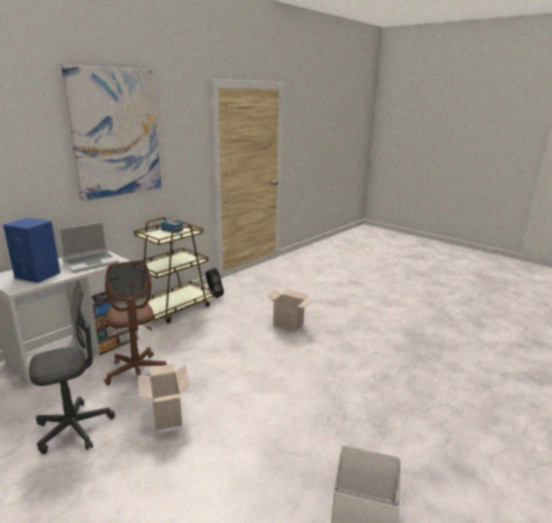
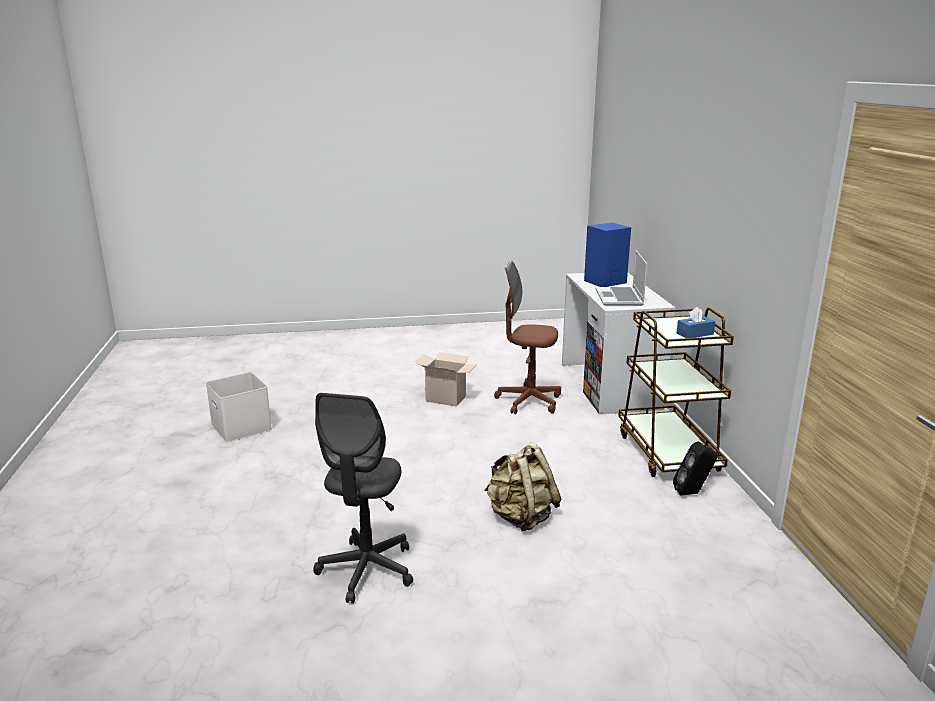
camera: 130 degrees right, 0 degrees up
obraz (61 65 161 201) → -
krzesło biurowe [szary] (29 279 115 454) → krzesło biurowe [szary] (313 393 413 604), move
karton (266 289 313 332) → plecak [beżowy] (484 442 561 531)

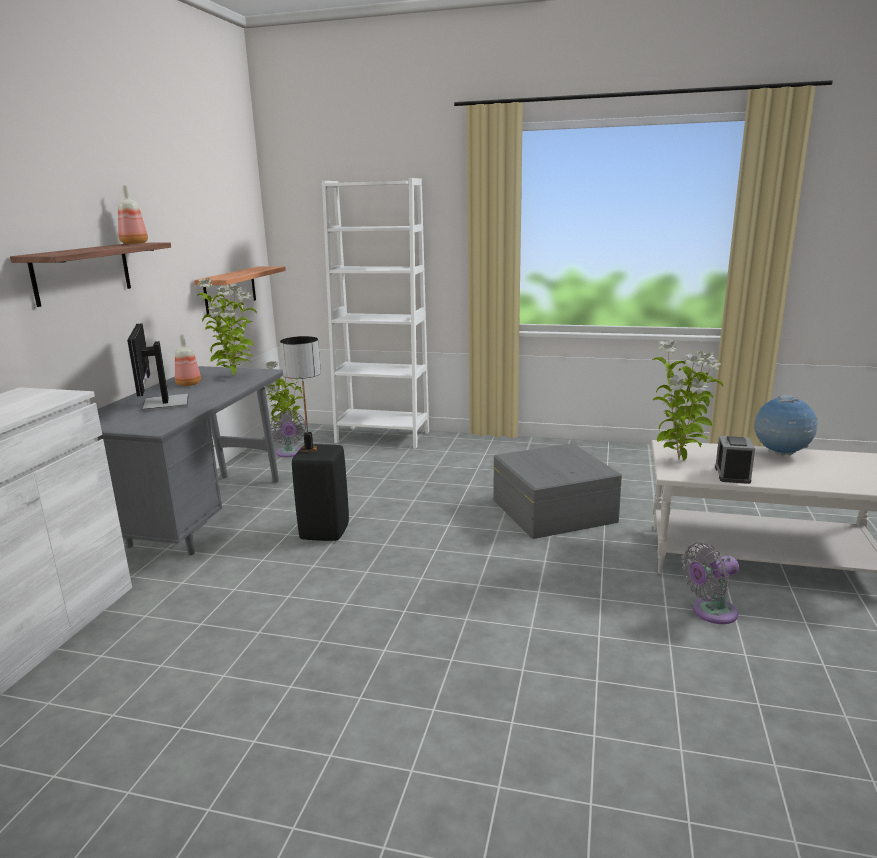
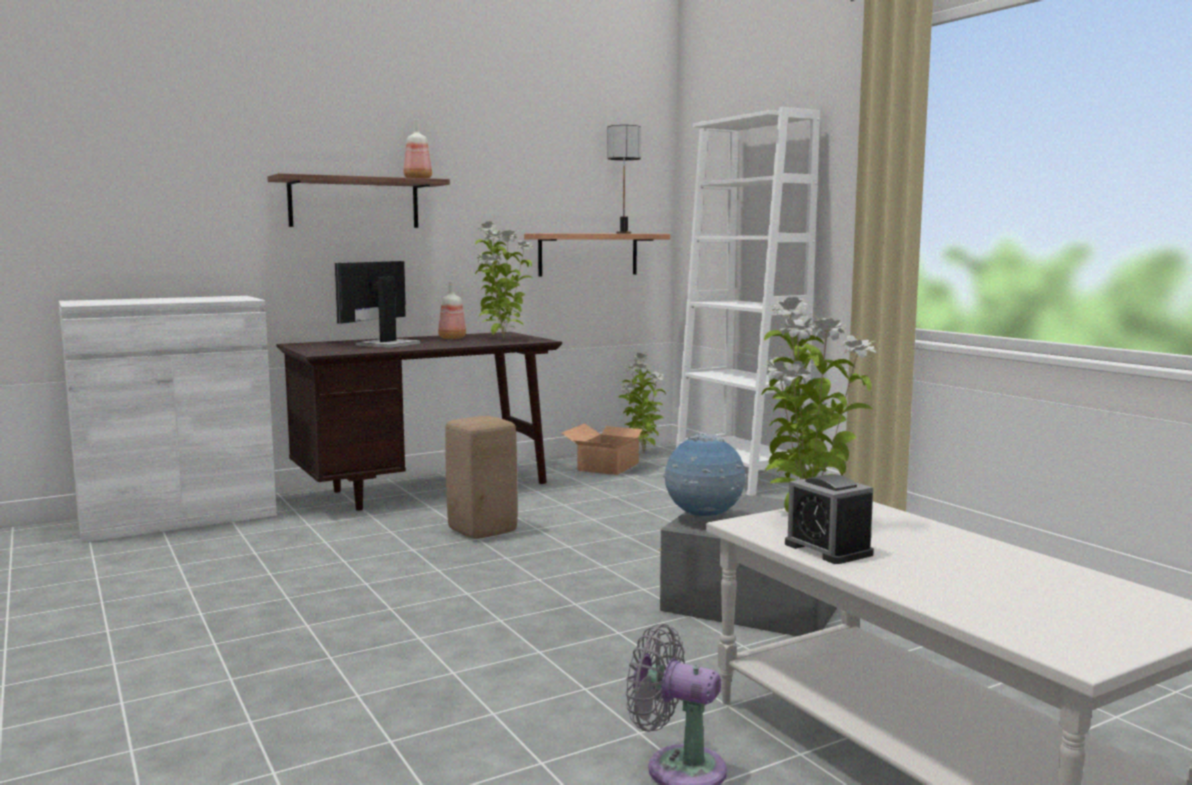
camera: 45 degrees right, 10 degrees down
lampa stołowa (280 336 321 453) → lampa stołowa (608 125 641 234), move
globus (754 395 818 456) → globus (663 433 746 522), move
wentylator [szary] (271 410 306 457) → karton (561 423 653 475)
biurko [szary] (97 366 283 555) → biurko [brązowy] (276 332 562 511)
stołek [czarny] (292 444 349 541) → stołek [beżowy] (445 416 517 539)
budzik (715 436 755 484) → budzik (785 474 874 564), 90 degrees counterclockwise

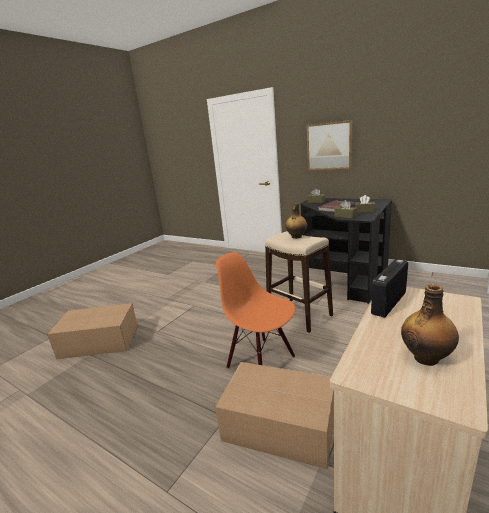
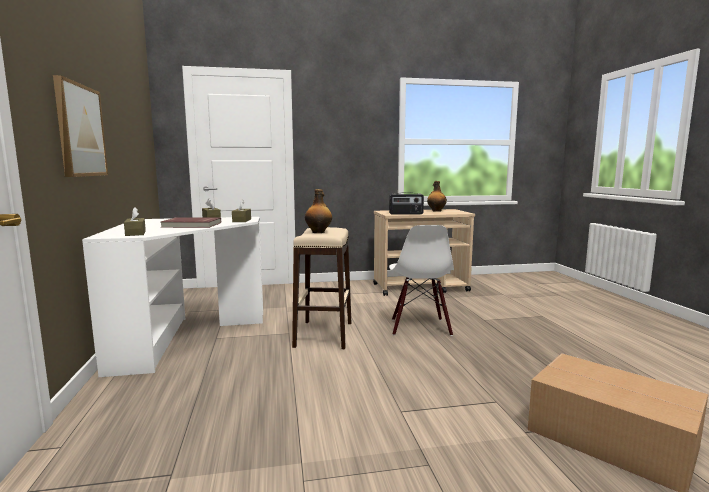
camera: 135 degrees left, 10 degrees down
karton (215 362 334 469) → -
krzesło [pomarańczowy] (216 252 296 369) → krzesło [biały] (389 225 454 336)
biurko [czarny] (300 198 392 304) → biurko [biały] (82 217 263 377)

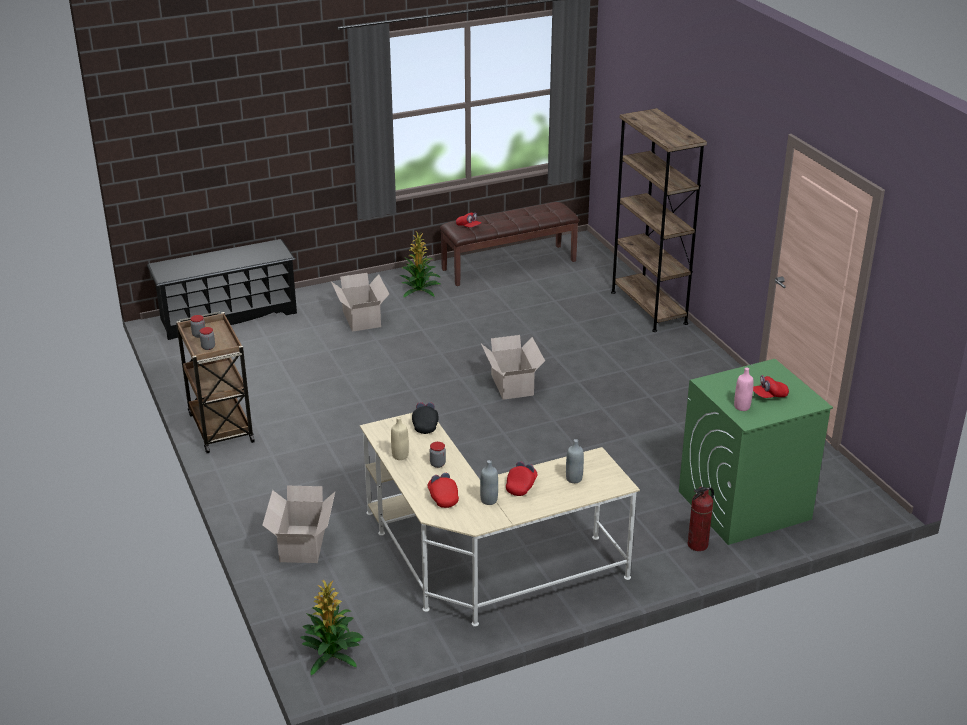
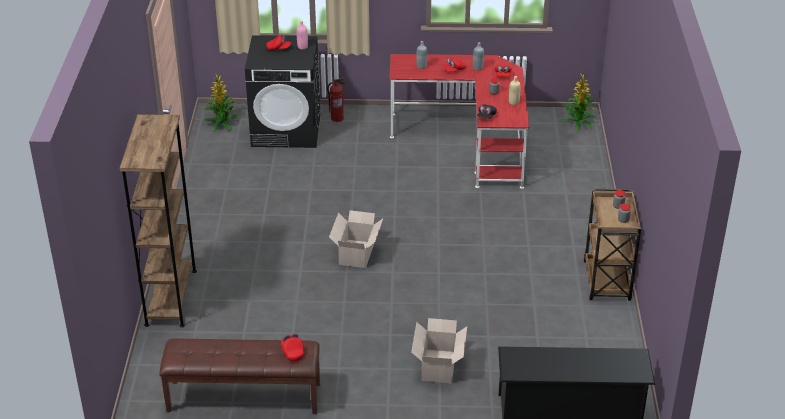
camera: 155 degrees left, 5 degrees up
karton (262 486 335 563) → -
roślina doniczkowa (400 232 441 298) → roślina doniczkowa (203 73 241 131), move
biurko [beżowy] (360 413 640 627) → biurko [czerwony] (389 54 529 189)
pralka [zielony] (679 359 833 545) → pralka [czarny] (245 35 320 148)

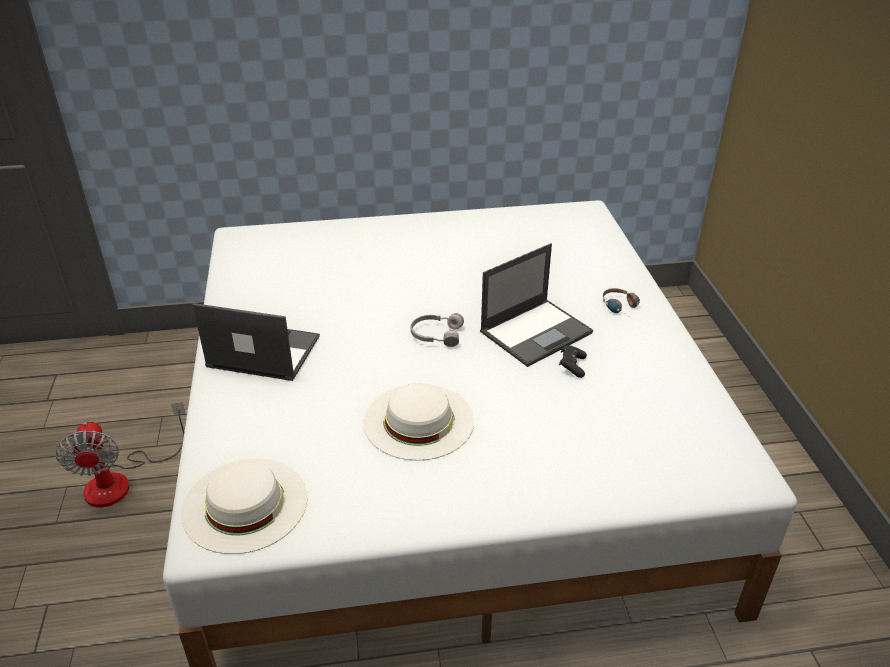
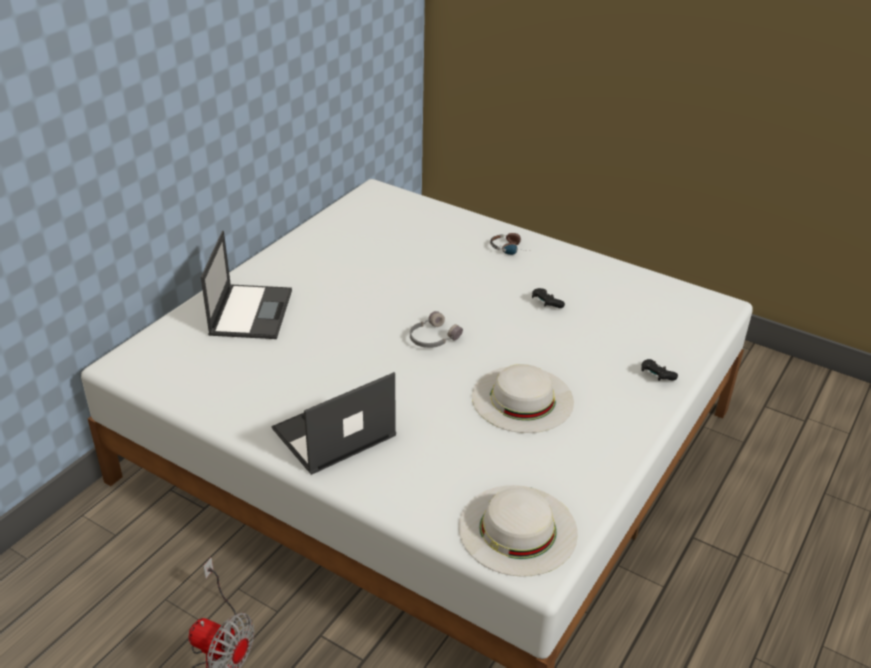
camera: 50 degrees left, 0 degrees up
- → pad do gier [czarny] (641 359 678 381)
laptop (480 243 593 367) → laptop (201 231 292 339), move

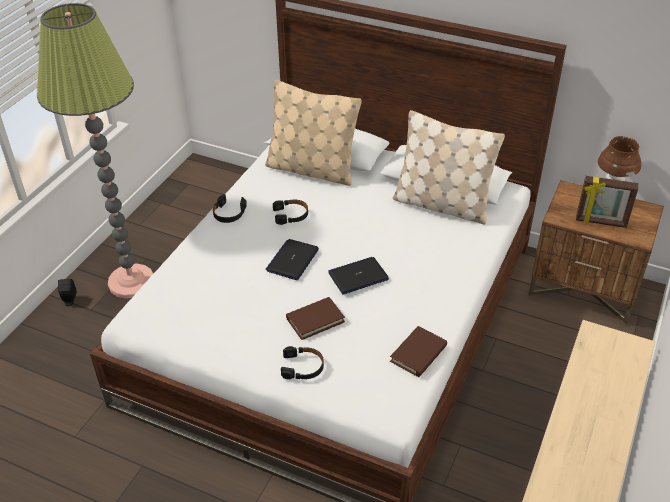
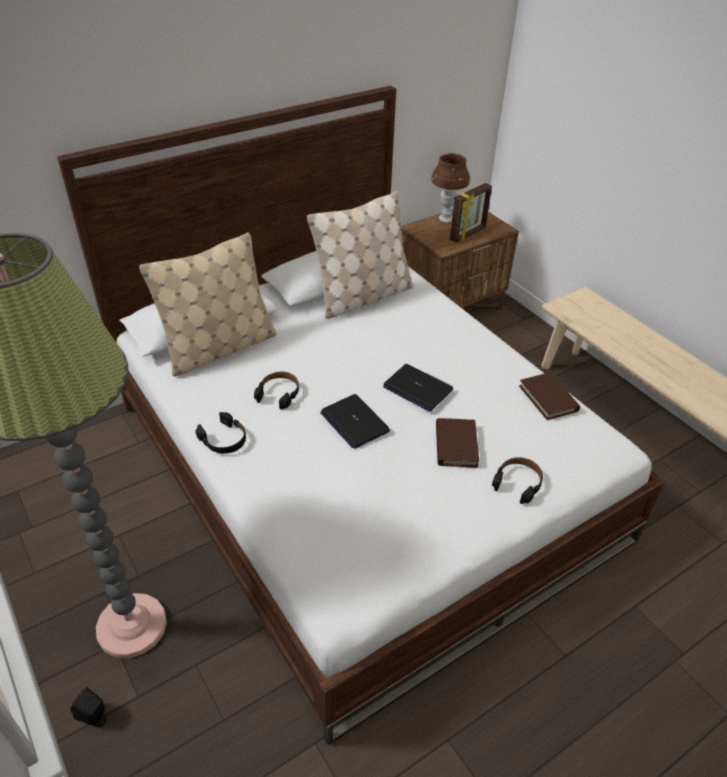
camera: 60 degrees left, 0 degrees up
laptop (328 257 389 295) → laptop (383 364 453 411), 60 degrees counterclockwise

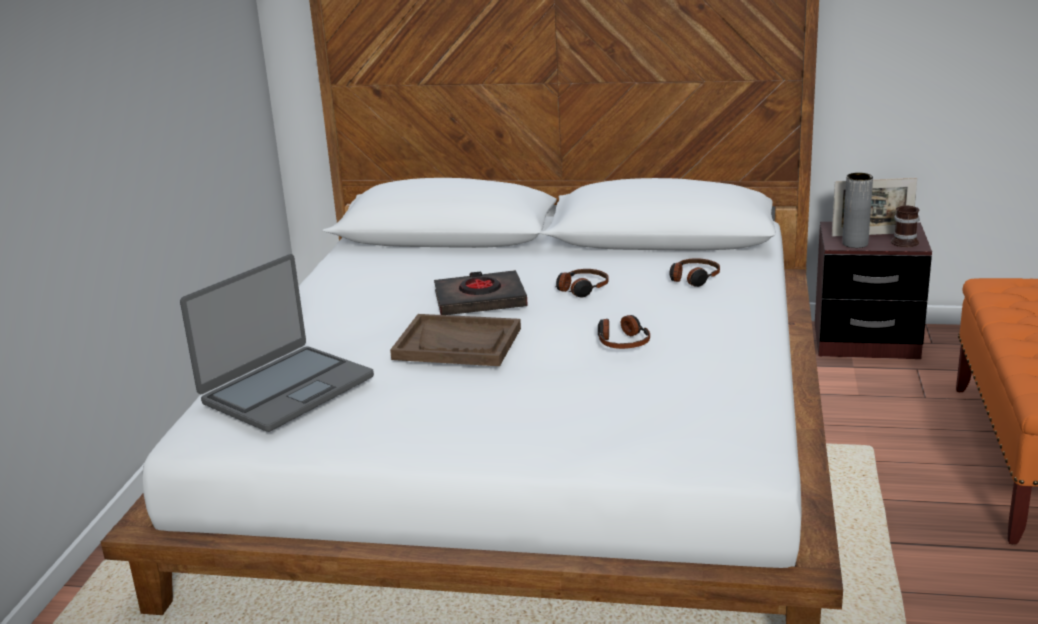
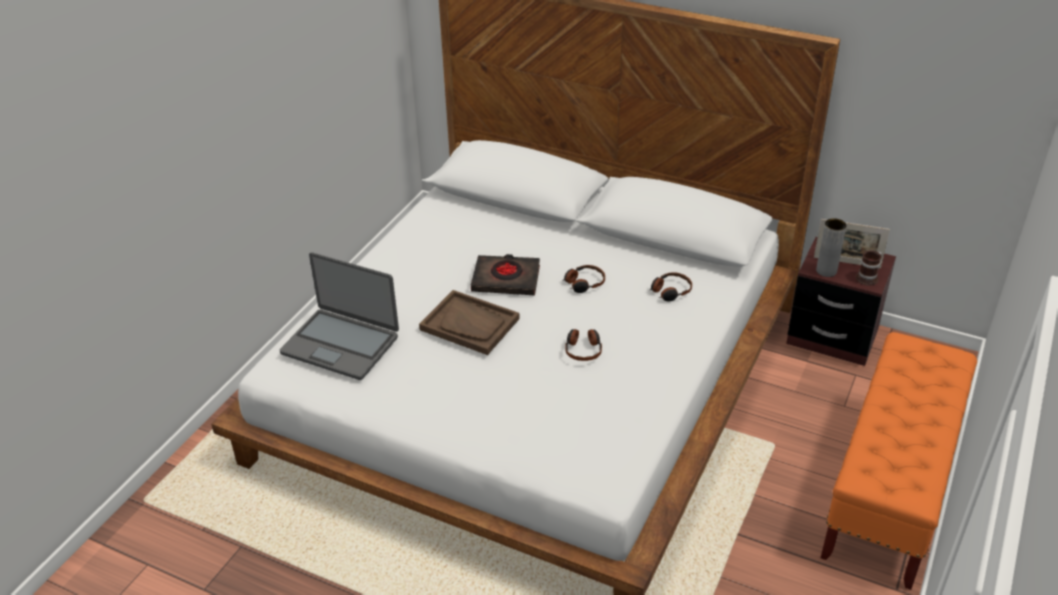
camera: 15 degrees right, 15 degrees up
laptop (180 254 374 432) → laptop (280 252 399 380), 60 degrees clockwise

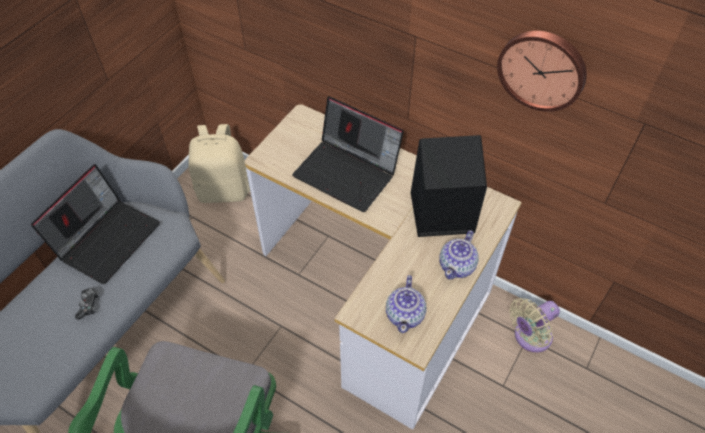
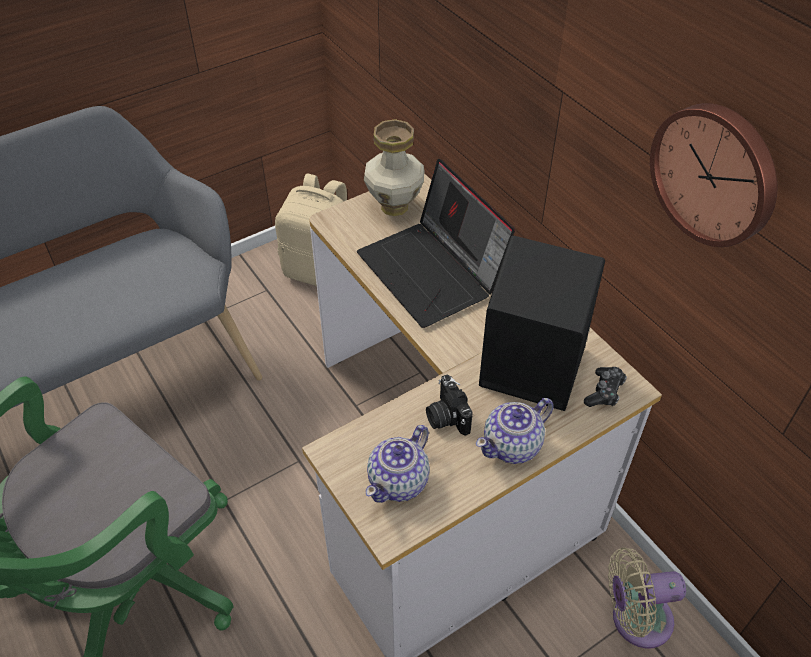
camera: 25 degrees right, 5 degrees down
laptop (31 164 160 284) → -
- → wazon (364 119 425 216)
- → aparat fotograficzny (426 375 473 436)
pad do gier (75 288 99 320) → pad do gier (584 367 627 407), move

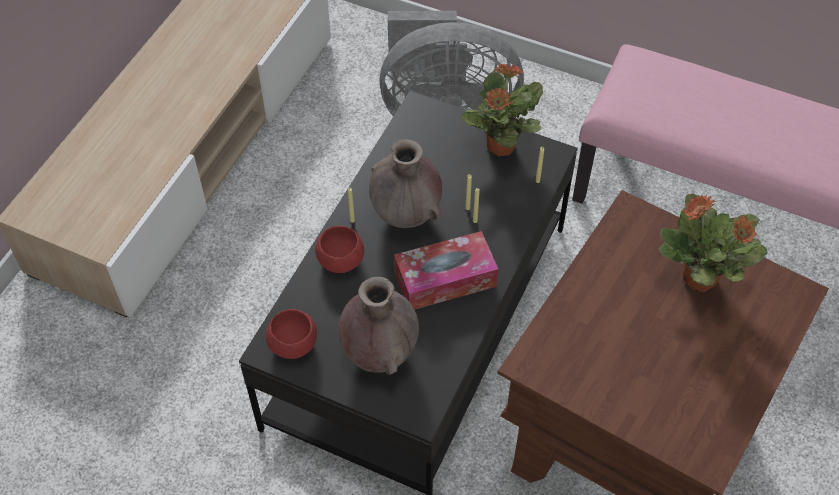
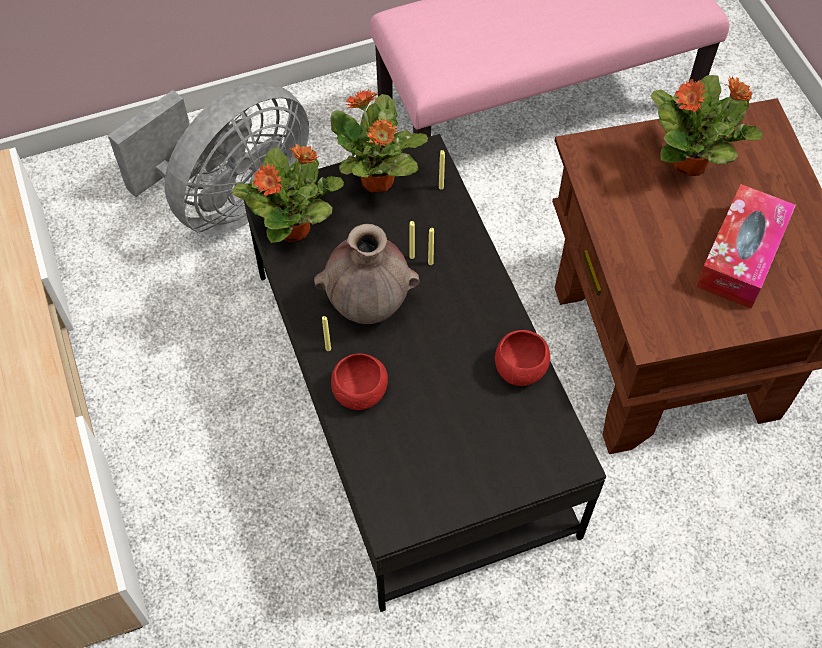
camera: 45 degrees left, 5 degrees up
wazon [brązowy] (338 277 419 375) → -
- → roślina doniczkowa (232 144 344 243)
miska [czerwony] (266 309 317 359) → miska [czerwony] (495 330 550 386), move
pudełko chusteczek (394 231 498 310) → pudełko chusteczek (696 184 796 309), move

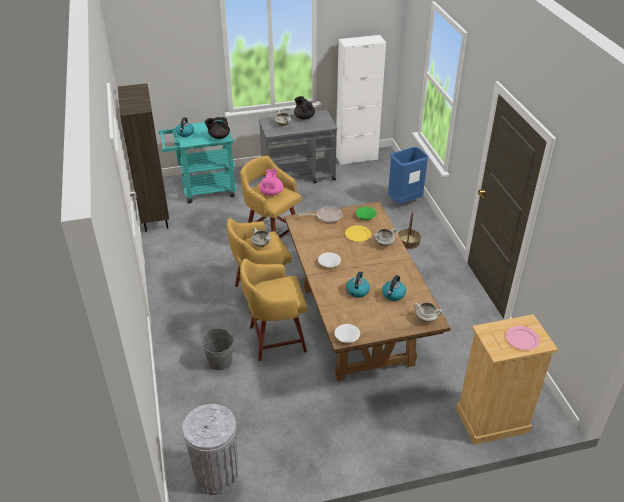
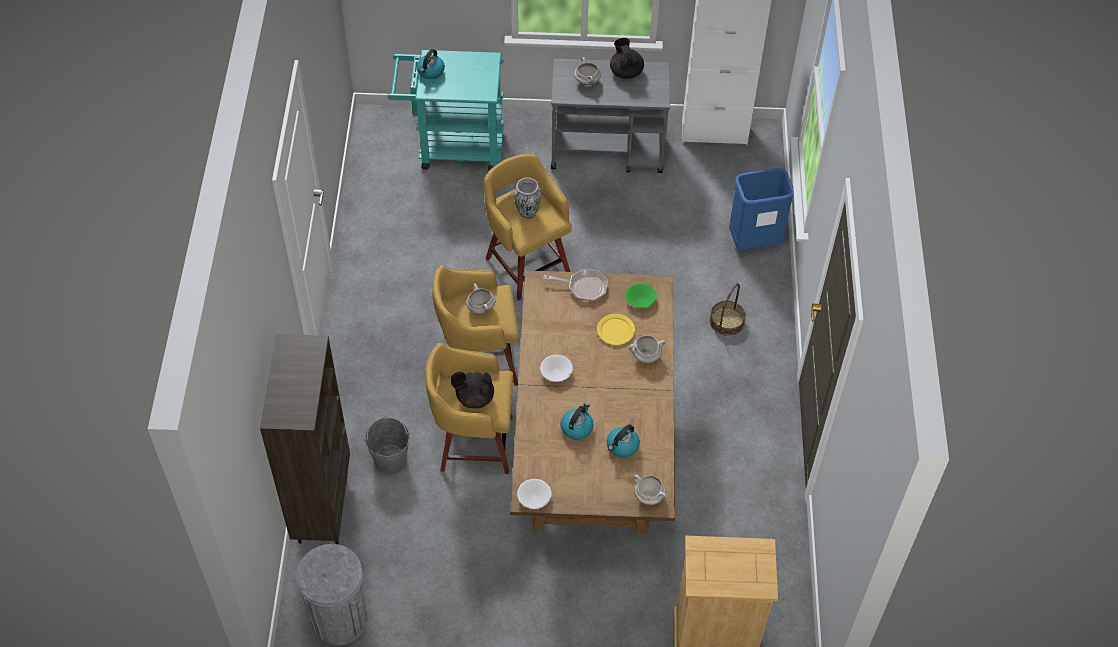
camera: 15 degrees right, 15 degrees up
talerz [różowy] (506 326 540 350) → -
regał [brązowy] (118 83 169 232) → regał [brązowy] (260 334 350 544), move
imbryk [czarny] (205 117 230 139) → imbryk [czarny] (450 371 494 408), move
imbryk [różowy] (259 169 283 196) → wazon (514 178 541 219)

